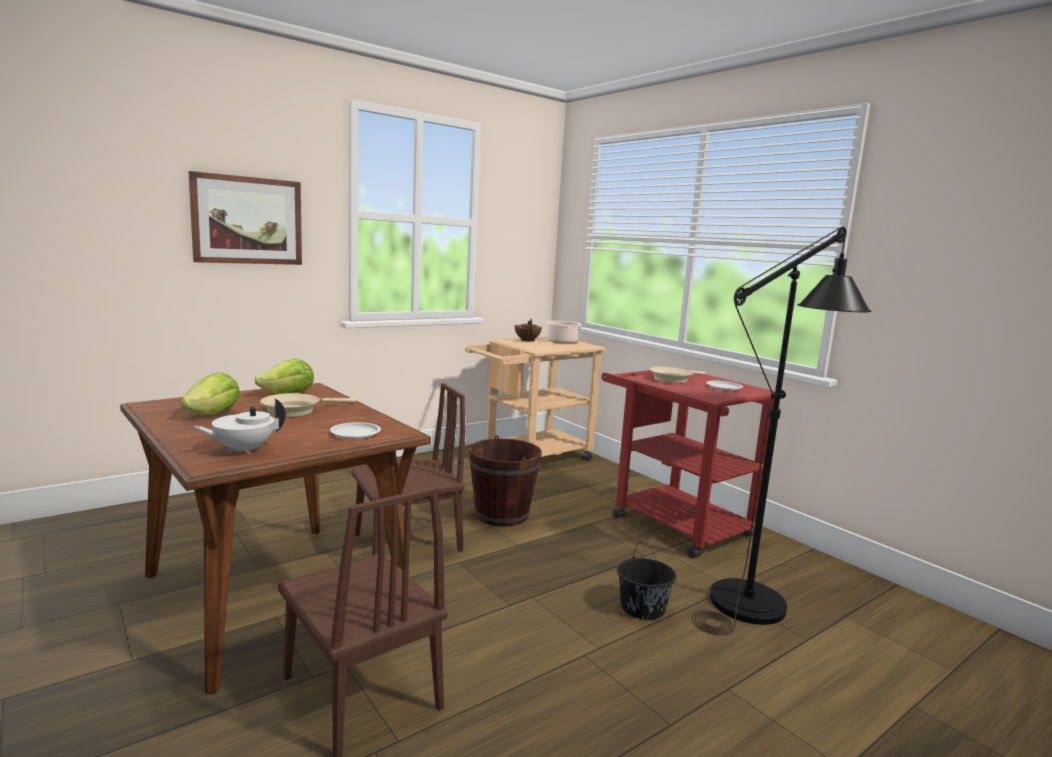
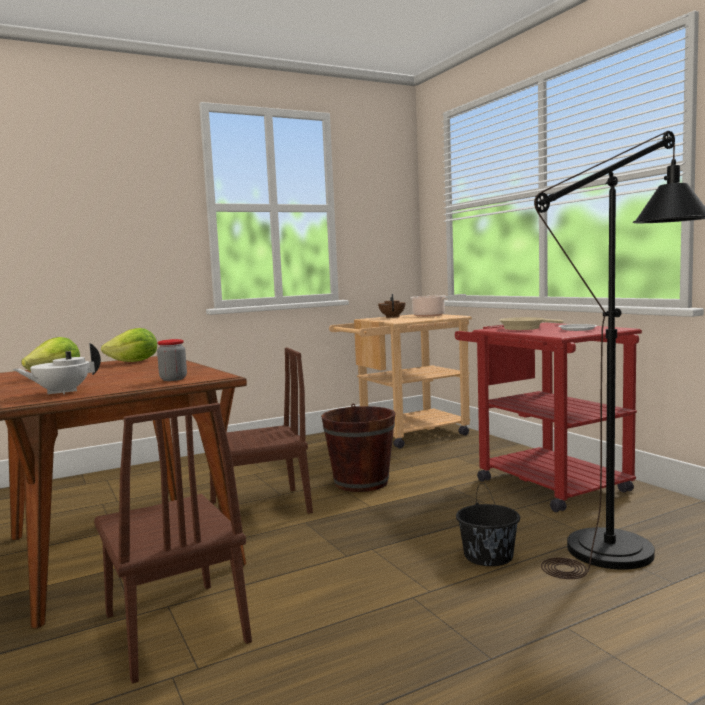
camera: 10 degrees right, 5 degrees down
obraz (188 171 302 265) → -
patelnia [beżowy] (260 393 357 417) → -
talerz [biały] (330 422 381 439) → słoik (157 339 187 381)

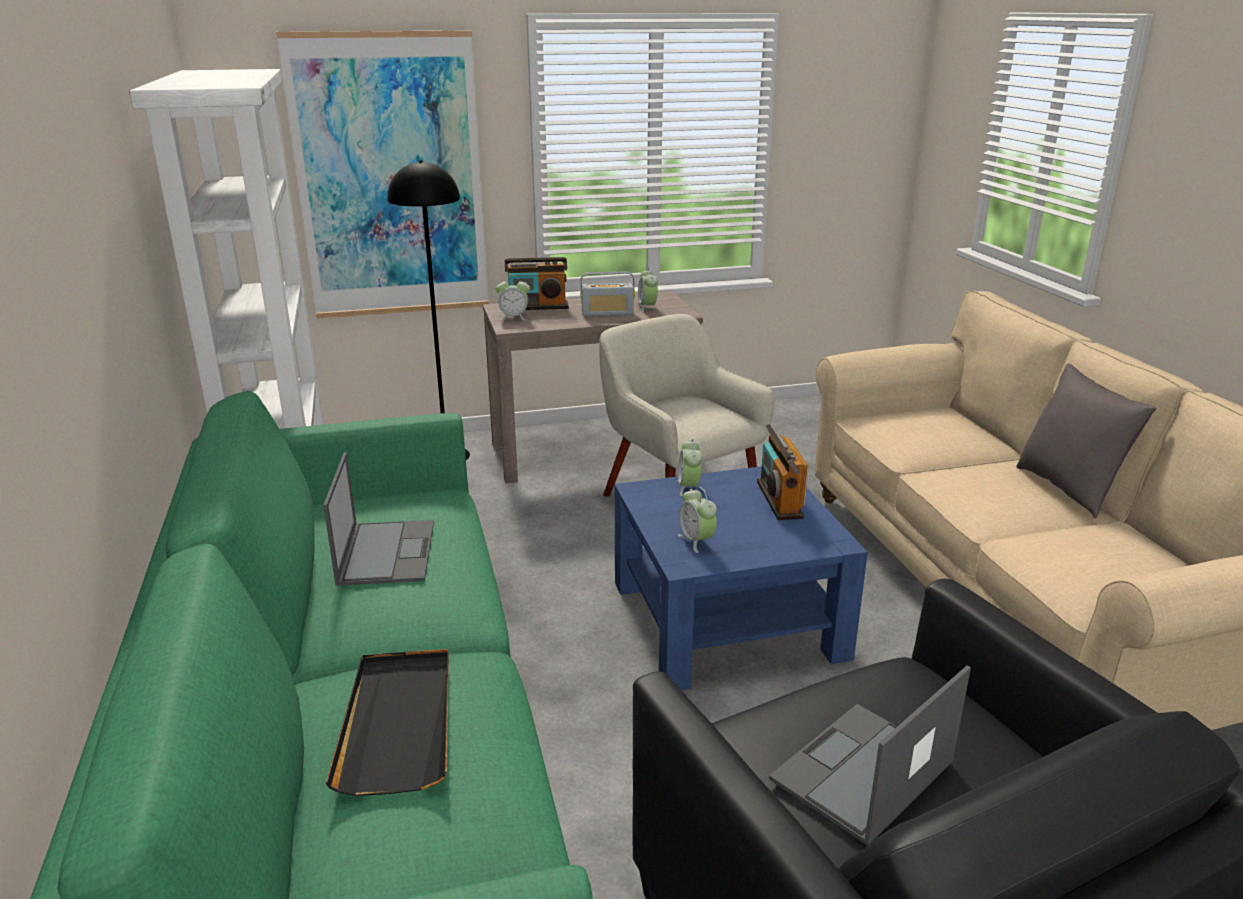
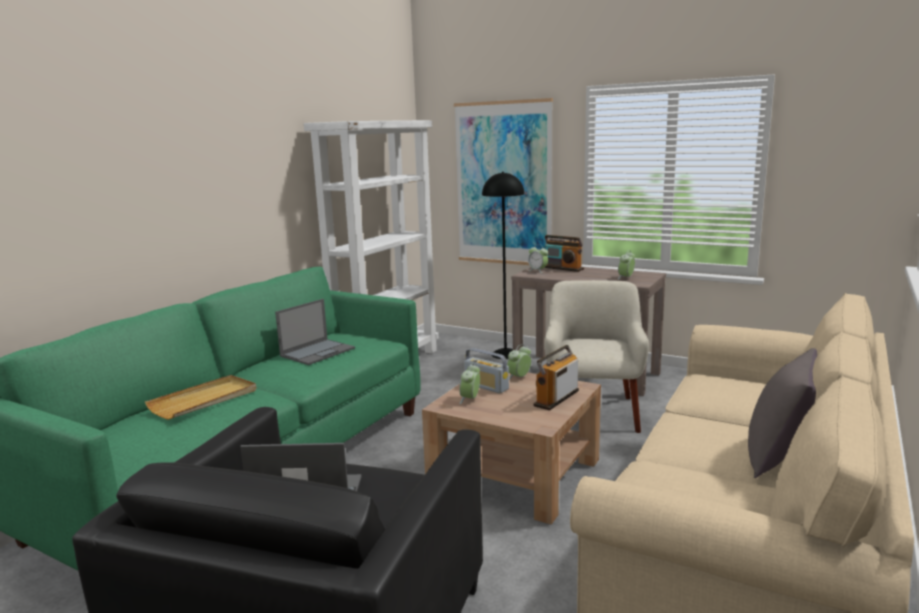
camera: 45 degrees right, 10 degrees down
radio (580 272 635 316) → radio (464 348 509 393), move
taca [czarny] (326 649 449 796) → taca [beżowy] (145 375 256 420)
ława [niebieski] (615 466 868 690) → ława [brązowy] (422 373 601 525)

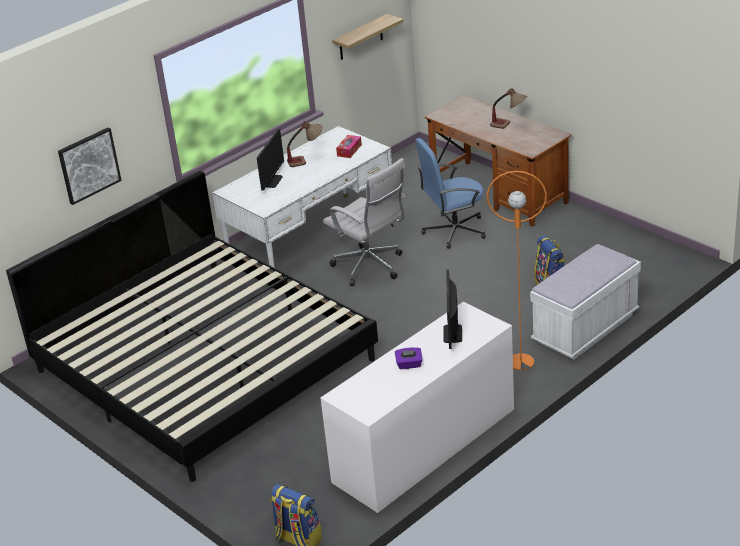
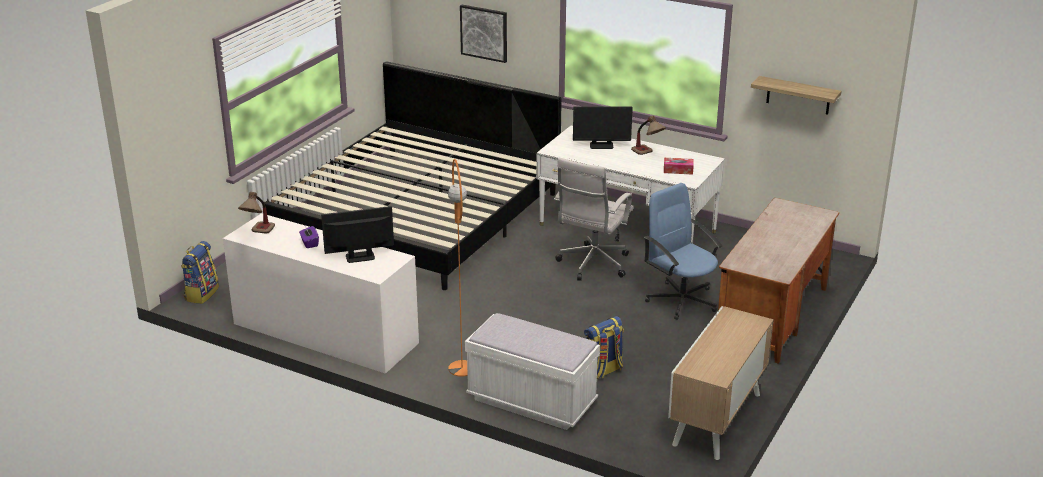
camera: 70 degrees right, 5 degrees down
- → szafka (668 306 774 460)
lampa stołowa (490 88 527 129) → lampa stołowa (238 192 275 233), move

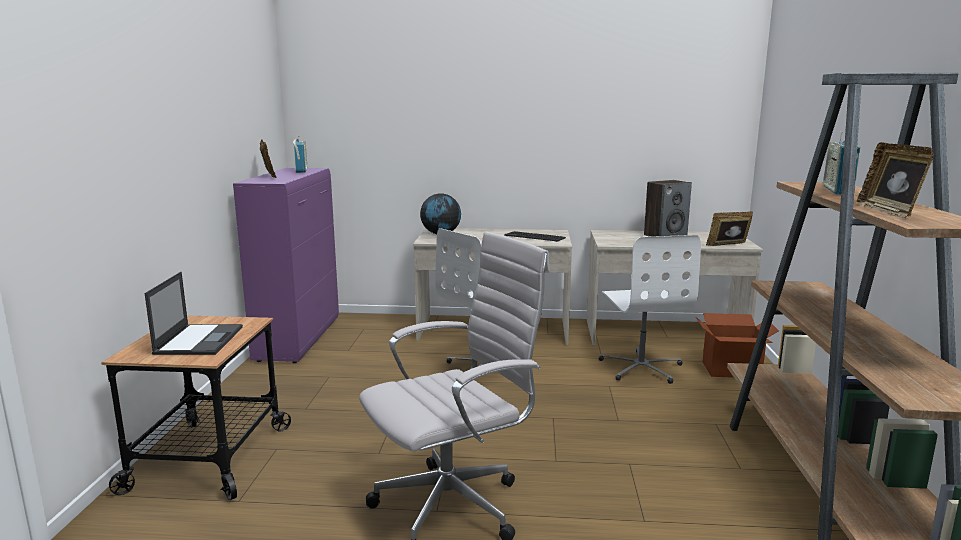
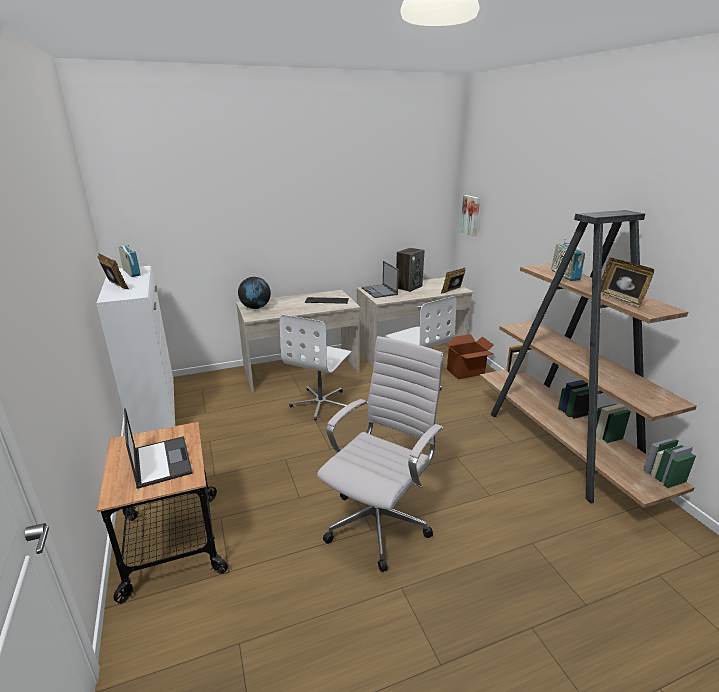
camera: 25 degrees left, 10 degrees up
- → laptop (361 261 399 298)
- → obraz (460 195 480 236)
szafka [fioletowy] (233 168 339 363) → szafka [biały] (97 266 175 434)

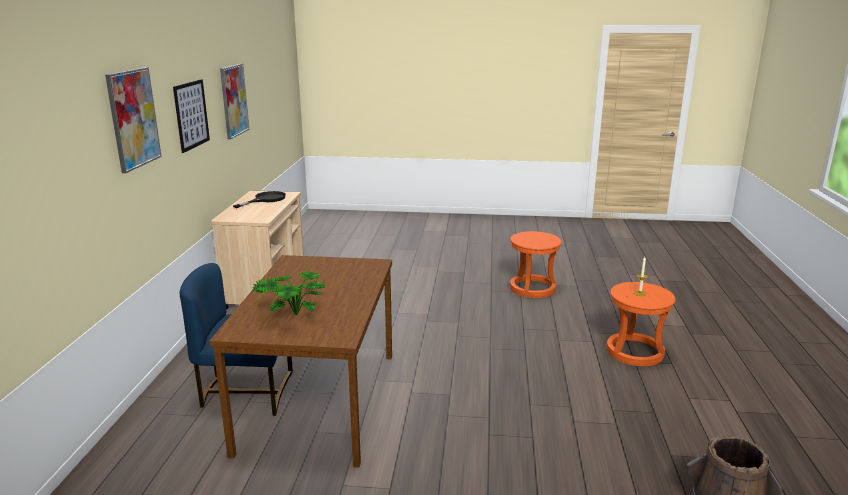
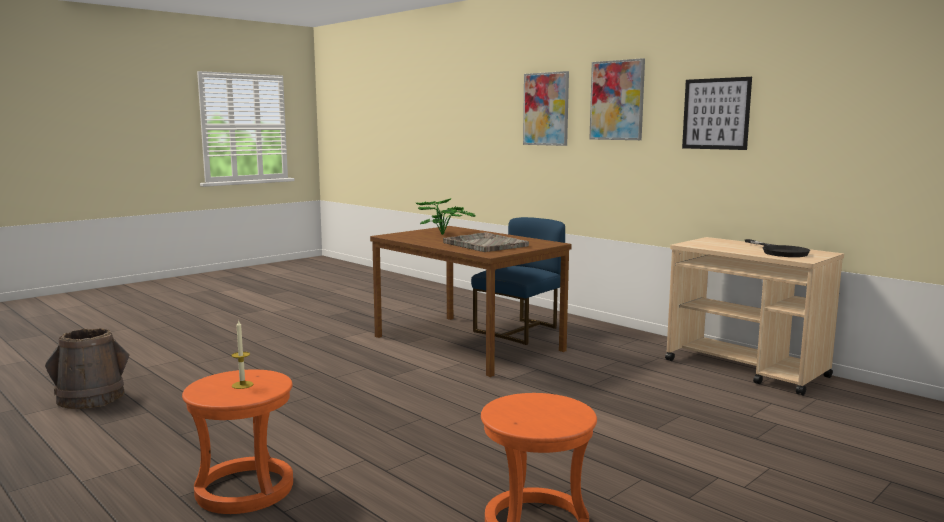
camera: 130 degrees right, 10 degrees down
- → taca [szary] (443 232 529 252)
obraz (220 64 249 139) → obraz (523 71 569 146), move

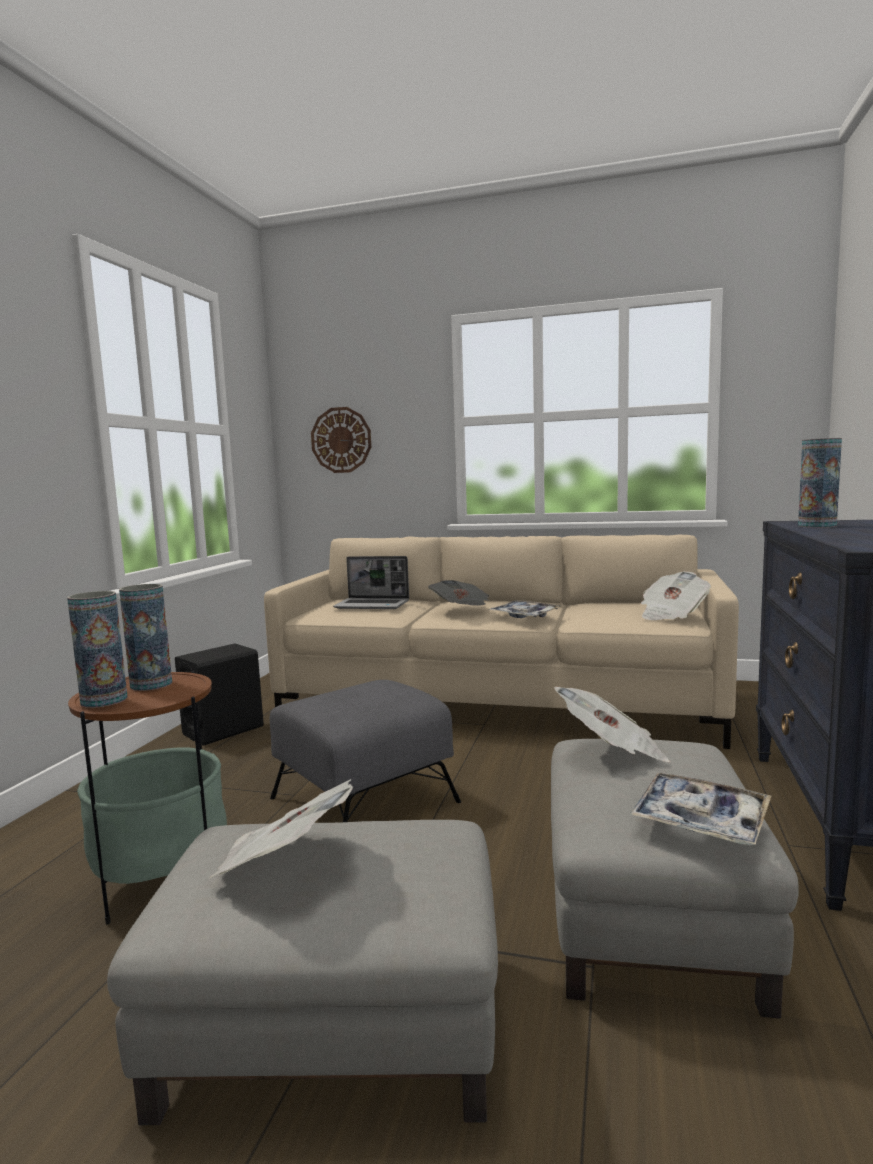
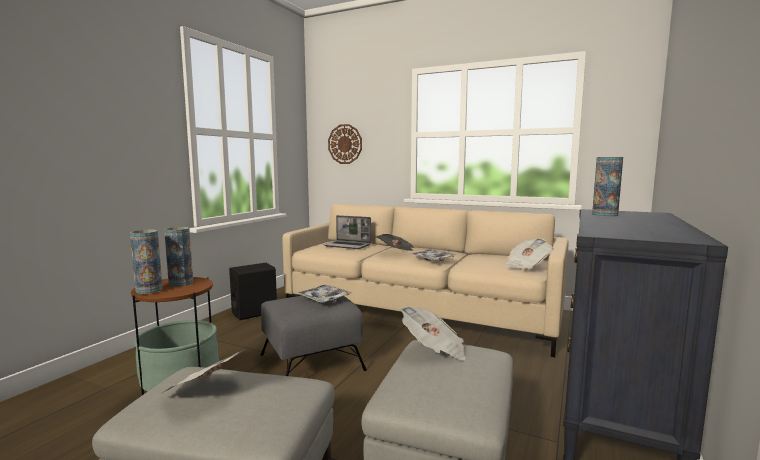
camera: 10 degrees right, 0 degrees up
taca (629 773 771 845) → taca (297 285 351 303), move

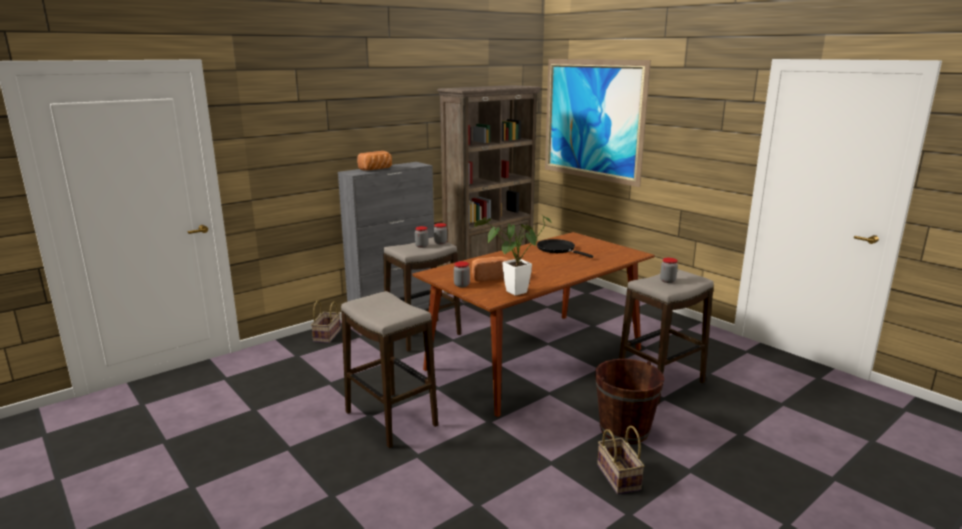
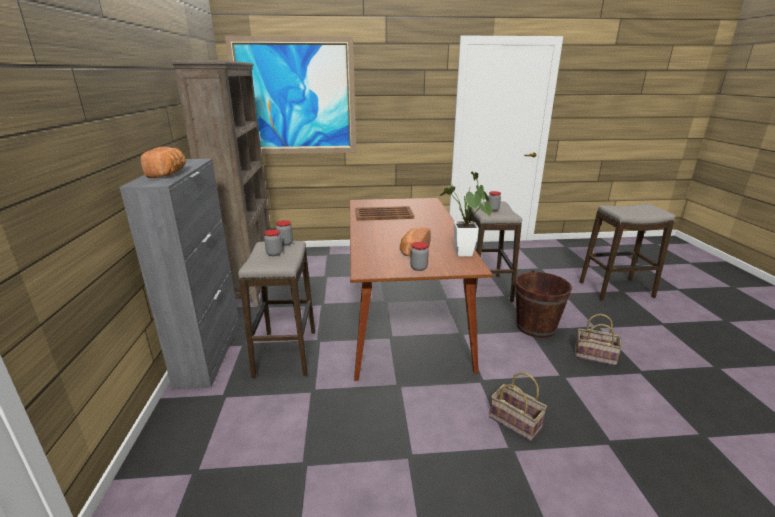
camera: 55 degrees left, 5 degrees up
koszyk (311 301 341 343) → koszyk (489 372 547 441), move
stołek (341 291 438 448) → stołek (580 204 675 301), move
patelnia [czarny] (537 239 593 258) → taca [brązowy] (355 206 414 221)

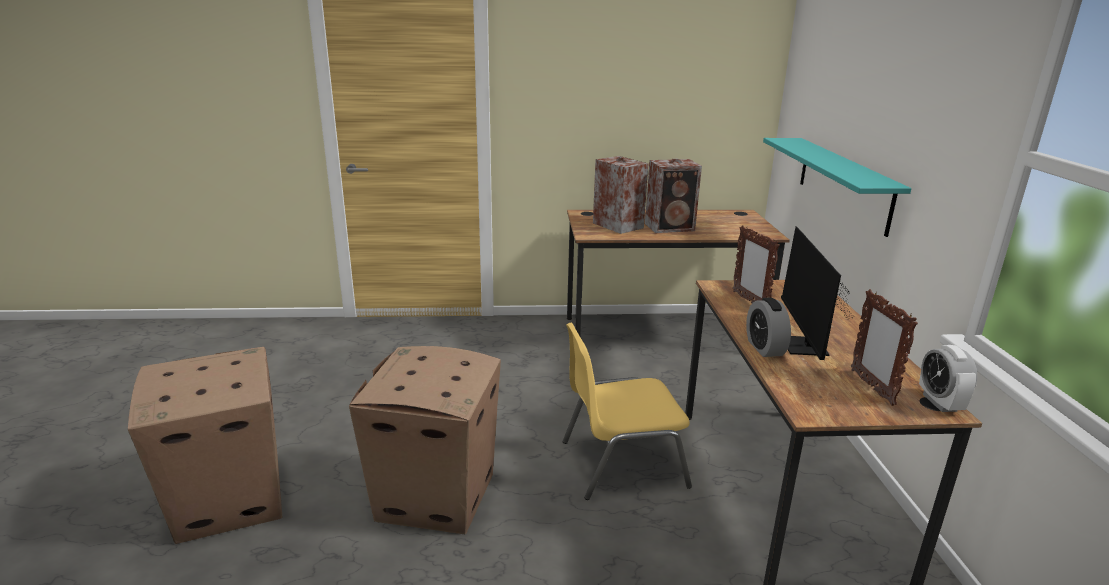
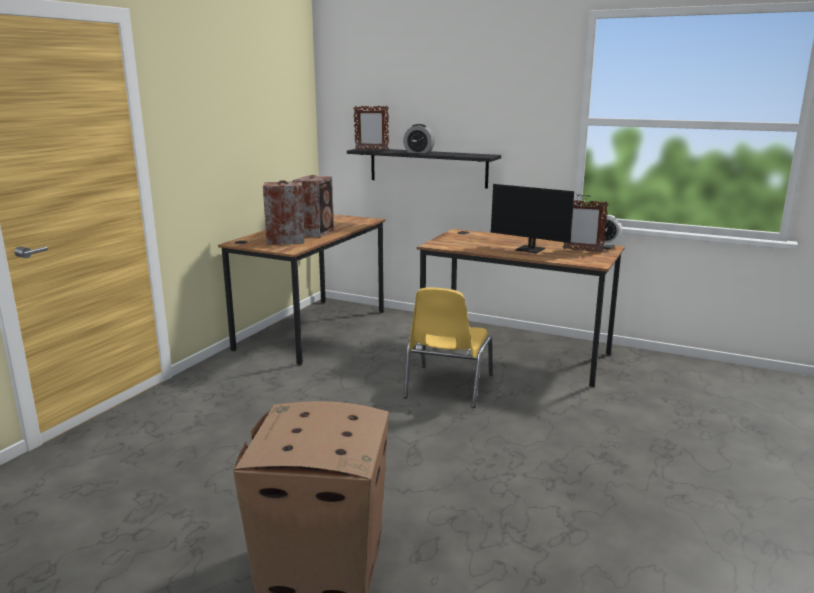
camera: 60 degrees left, 5 degrees down
karton (349 346 501 535) → -
ramka na zdjęcie (732 225 780 303) → ramka na zdjęcie (353 105 389 151), move
budzik (746 298 791 357) → budzik (403 124 435 153), move
półka [turkusowy] (763 138 911 237) → półka [czarny] (347 148 501 189)

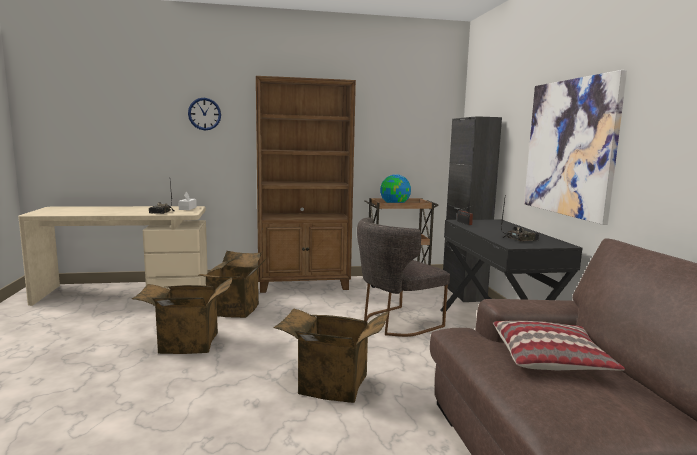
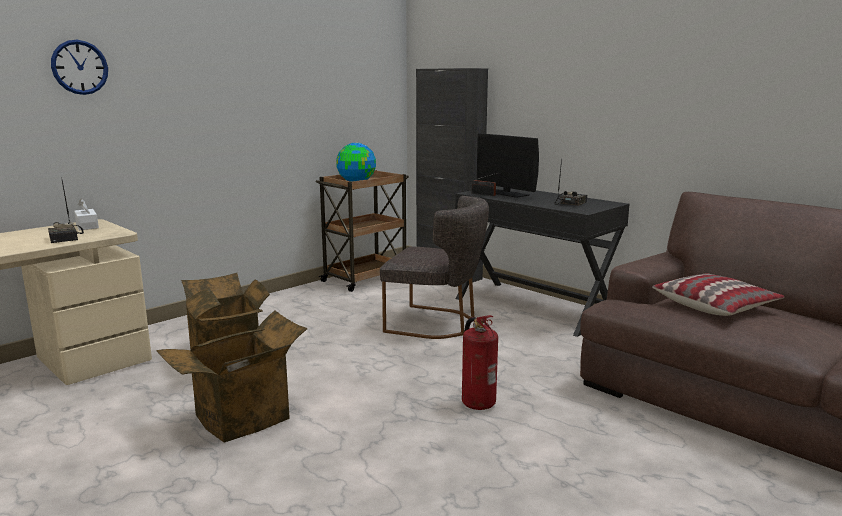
camera: 35 degrees left, 5 degrees up
regał [brązowy] (256 76 356 293) → -
obraz (524 70 627 225) → -
- → monitor (477 133 539 198)
karton (273 308 389 403) → gaśnica (462 315 498 410)
krzesło [szary] (357 217 450 337) → krzesło [szary] (380 196 489 339), 90 degrees counterclockwise

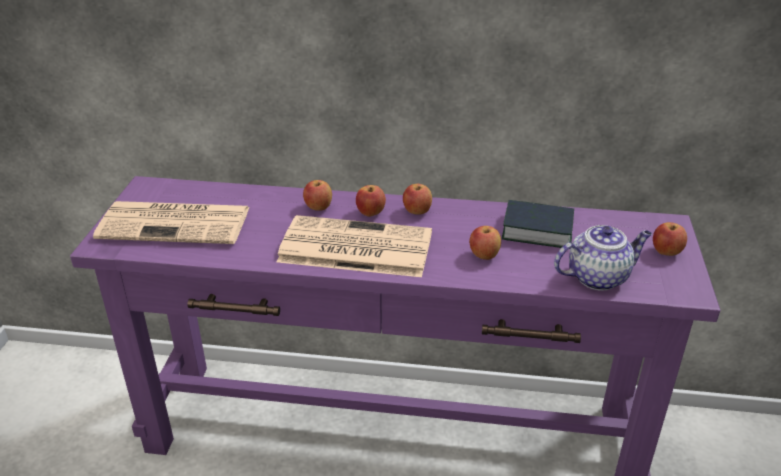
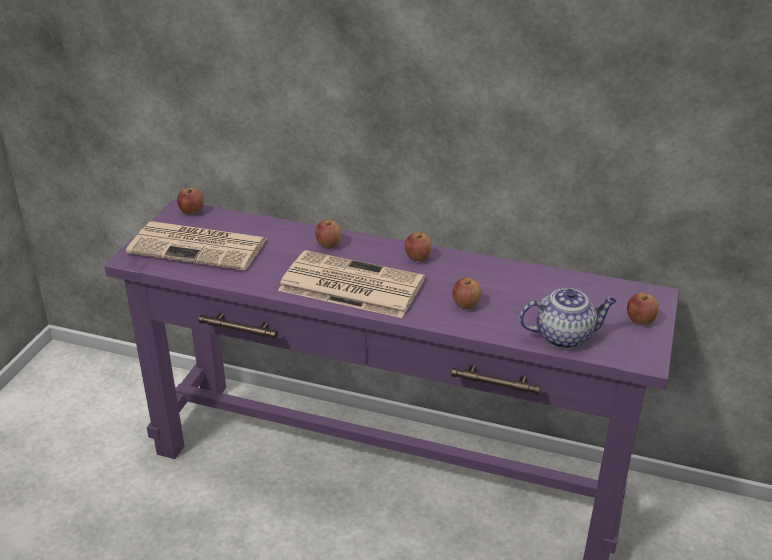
camera: 10 degrees right, 0 degrees up
książka (502 200 574 248) → -
jabłko (356 185 386 217) → jabłko (177 188 204 215), move

